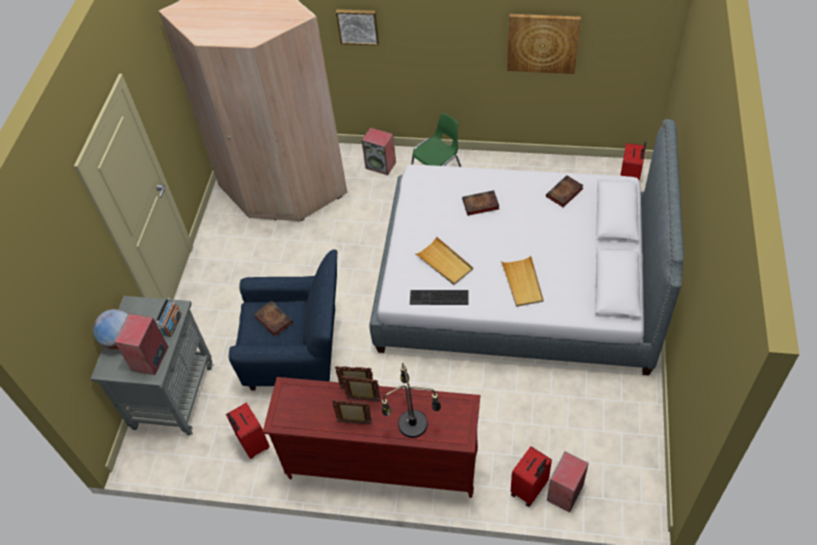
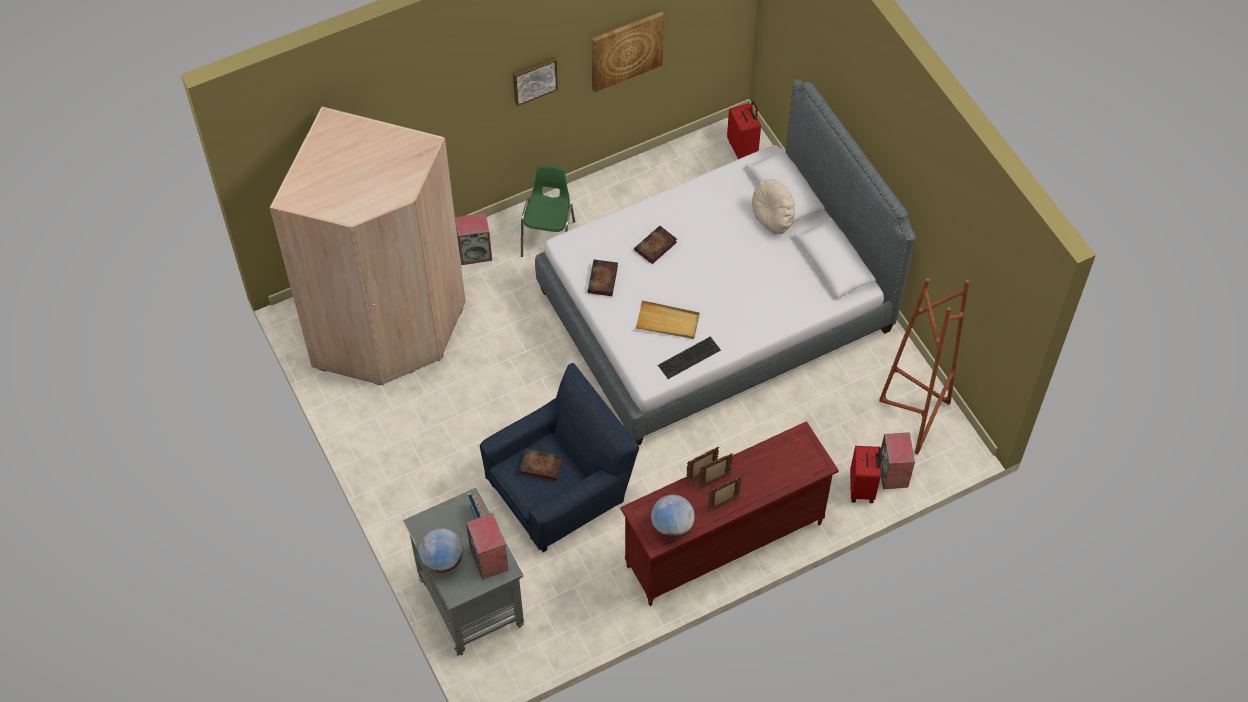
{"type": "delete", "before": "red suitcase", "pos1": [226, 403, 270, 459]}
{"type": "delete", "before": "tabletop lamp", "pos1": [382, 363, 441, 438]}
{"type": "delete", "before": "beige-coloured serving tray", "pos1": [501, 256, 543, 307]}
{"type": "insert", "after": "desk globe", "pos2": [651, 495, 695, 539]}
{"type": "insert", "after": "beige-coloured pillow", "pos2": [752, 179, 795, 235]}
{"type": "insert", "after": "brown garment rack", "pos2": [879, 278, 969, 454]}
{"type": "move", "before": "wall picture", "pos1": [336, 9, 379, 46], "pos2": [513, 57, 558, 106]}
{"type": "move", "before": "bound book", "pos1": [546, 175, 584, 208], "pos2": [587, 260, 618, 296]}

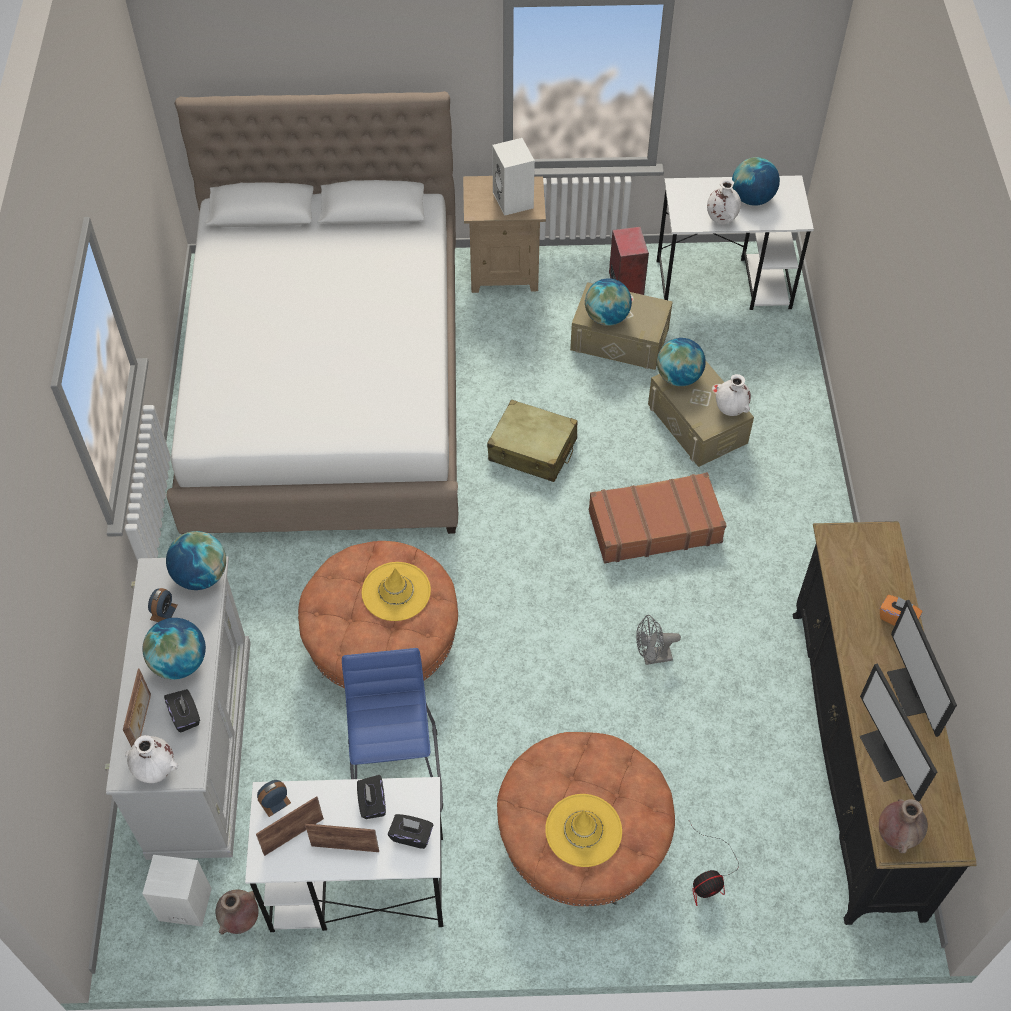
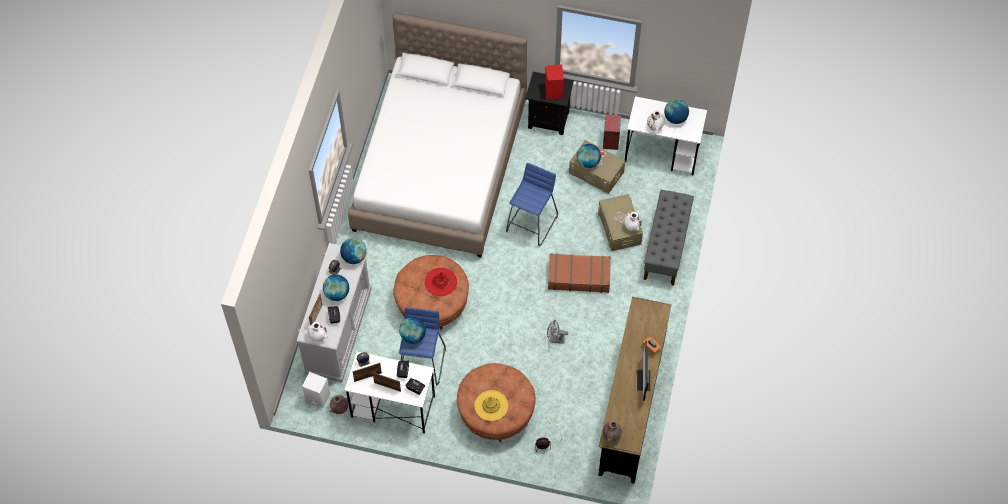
{"type": "delete", "before": "computer screen", "pos1": [860, 663, 937, 802]}
{"type": "insert", "after": "gray long seat", "pos2": [643, 190, 694, 286]}
{"type": "move", "before": "desk globe", "pos1": [657, 338, 706, 386], "pos2": [399, 317, 426, 344]}
{"type": "replace", "before": "beige-coloured suitcase", "after": "blue-coloured stool", "pos1": [487, 400, 578, 482], "pos2": [506, 163, 558, 246]}
{"type": "recolor", "before": "yellowish clothing hat", "after": "red clothing hat", "pos1": [362, 562, 431, 621], "pos2": [425, 268, 457, 296]}
{"type": "recolor", "before": "beige-coloured night table", "after": "black night table", "pos1": [463, 176, 546, 293], "pos2": [525, 72, 574, 135]}
{"type": "recolor", "before": "white speaker", "after": "red speaker", "pos1": [492, 138, 535, 216], "pos2": [545, 64, 564, 100]}

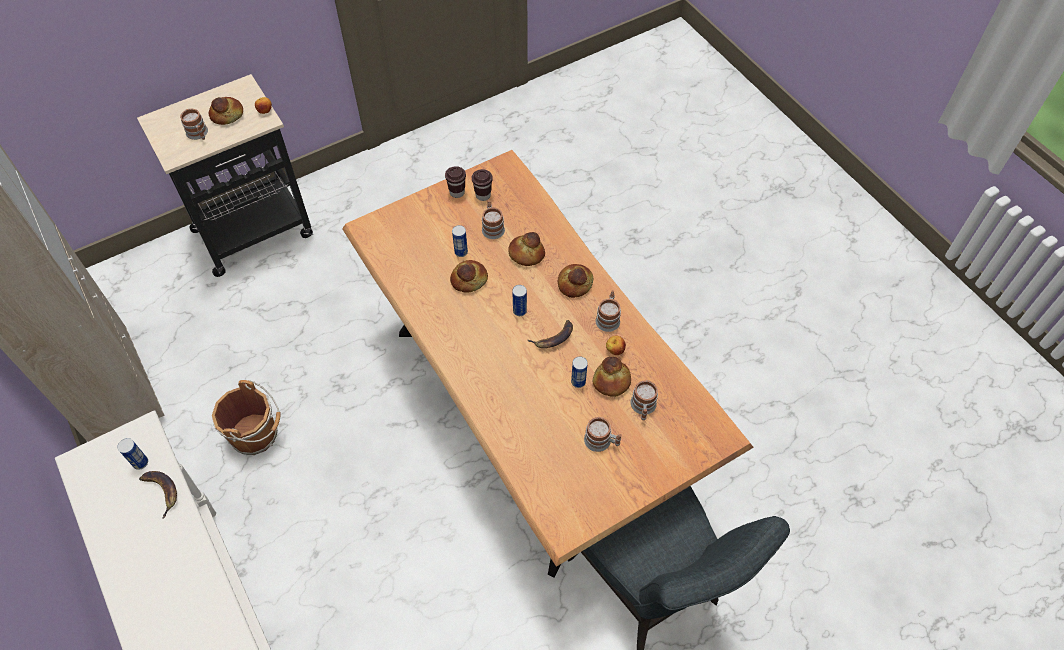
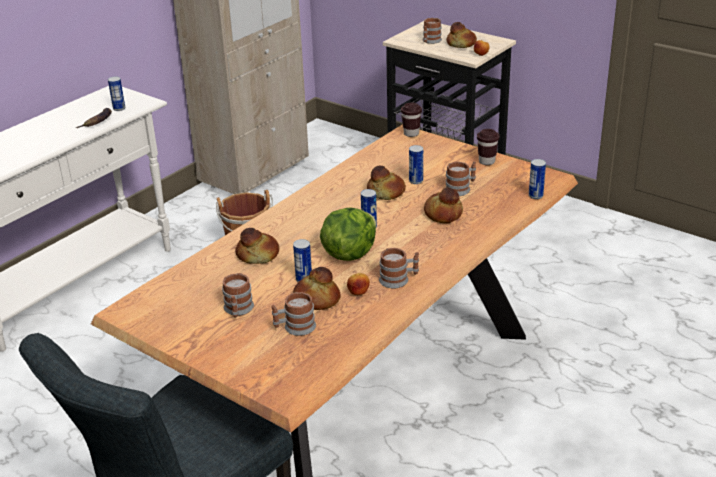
{"type": "insert", "after": "can", "pos2": [529, 159, 546, 199]}
{"type": "move", "before": "brown drinking cup", "pos1": [472, 169, 493, 201], "pos2": [401, 102, 422, 137]}
{"type": "move", "before": "bakery bread", "pos1": [558, 264, 593, 298], "pos2": [235, 228, 279, 264]}
{"type": "replace", "before": "whole banana", "after": "lettuce head", "pos1": [528, 320, 573, 348], "pos2": [320, 208, 376, 261]}

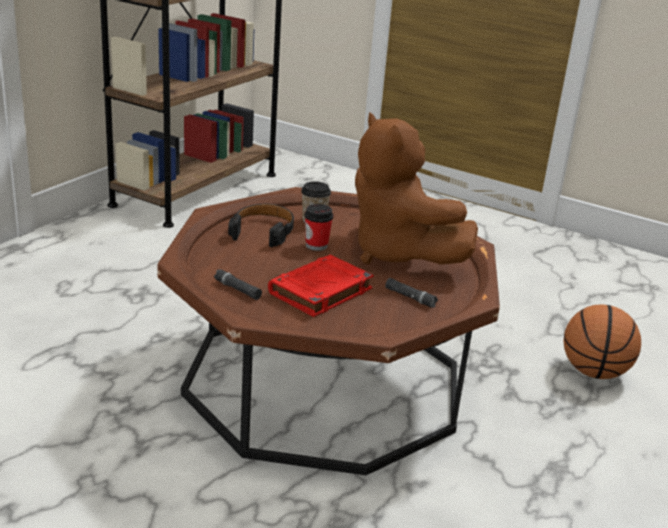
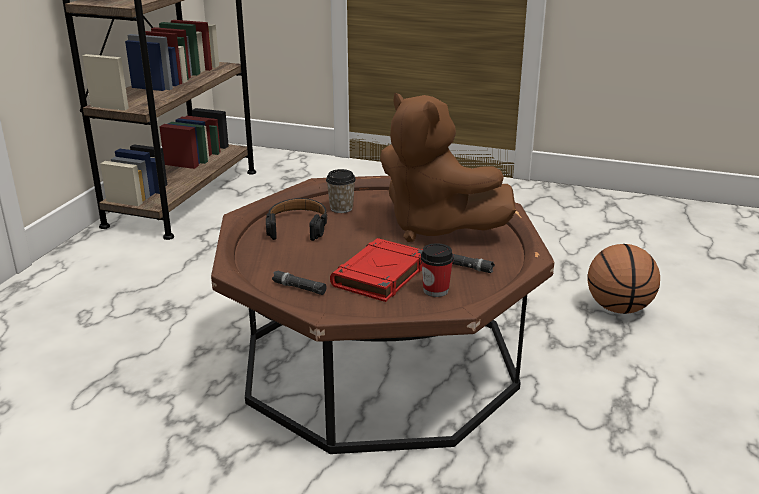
{"type": "move", "before": "drinking cup", "pos1": [304, 204, 333, 251], "pos2": [421, 243, 454, 297]}

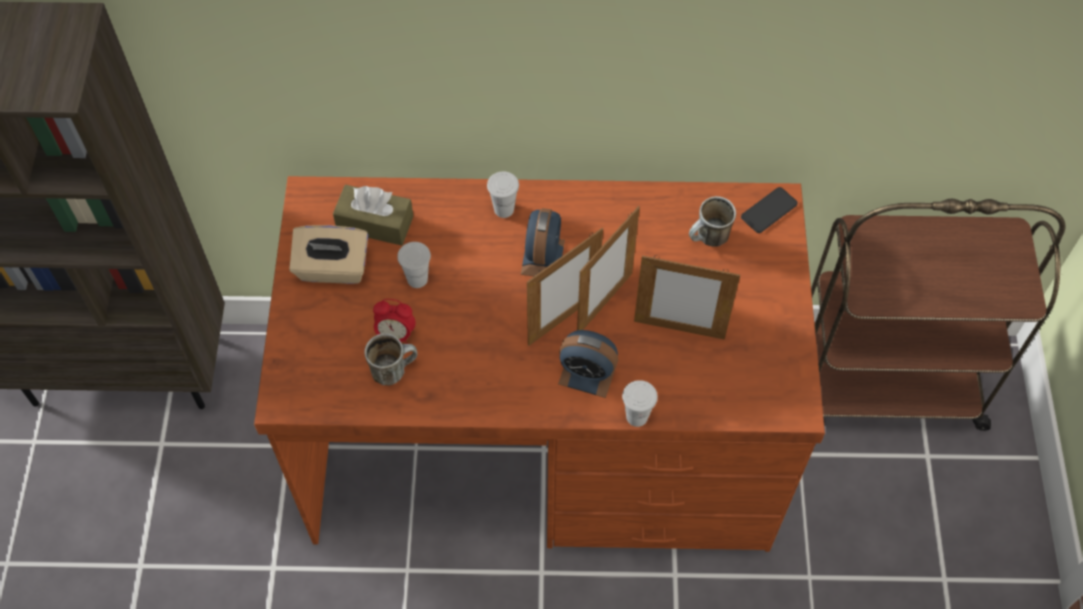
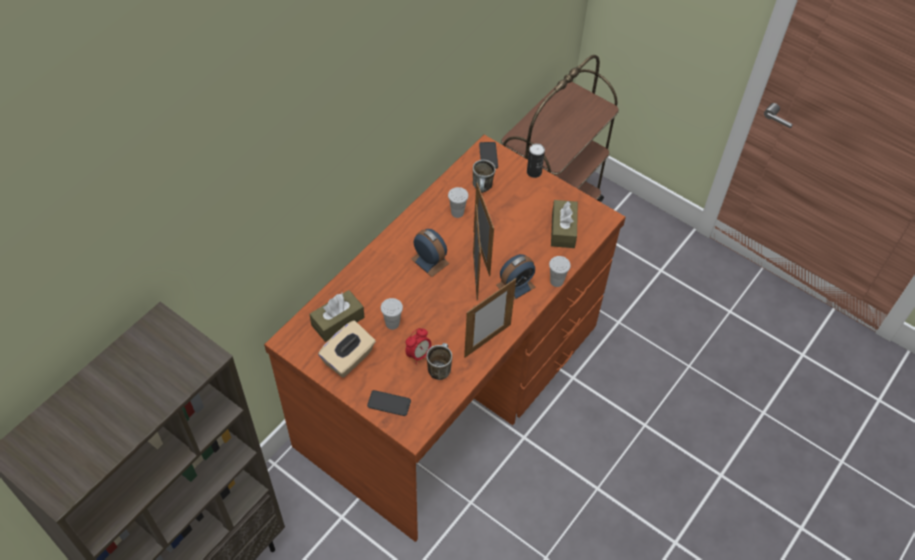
{"type": "insert", "after": "telephone", "pos2": [367, 390, 411, 416]}
{"type": "insert", "after": "can", "pos2": [527, 143, 545, 178]}
{"type": "insert", "after": "brown tissue box", "pos2": [551, 200, 578, 248]}
{"type": "move", "before": "white drinking cup", "pos1": [487, 172, 519, 218], "pos2": [448, 187, 468, 218]}
{"type": "move", "before": "picture frame", "pos1": [634, 255, 740, 340], "pos2": [464, 278, 516, 358]}

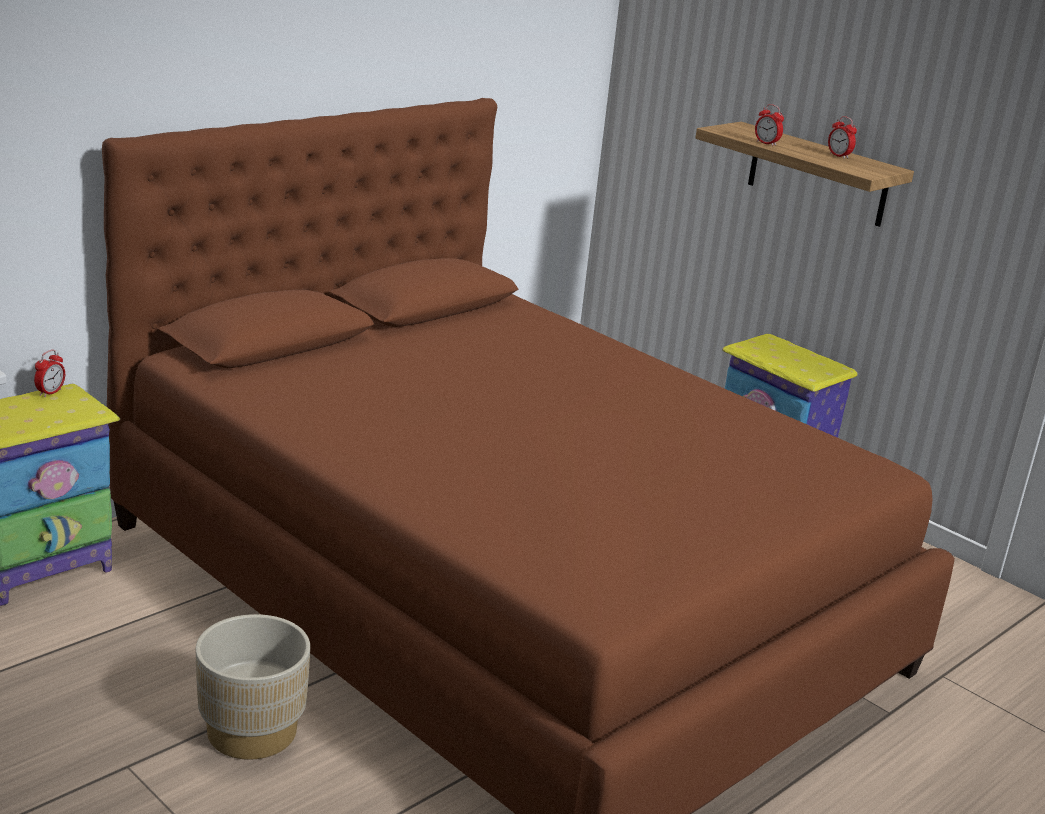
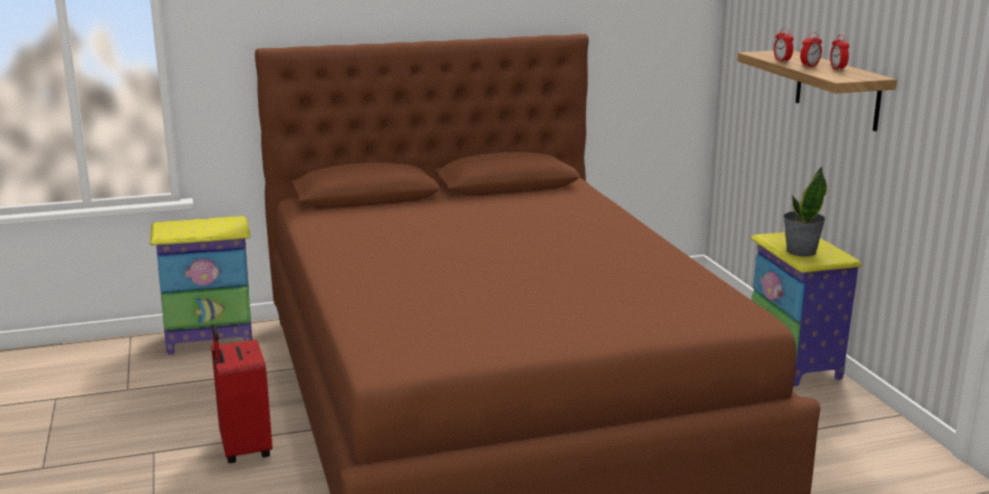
{"type": "insert", "after": "potted plant", "pos2": [783, 166, 827, 257]}
{"type": "move", "before": "alarm clock", "pos1": [34, 350, 65, 397], "pos2": [800, 32, 822, 68]}
{"type": "replace", "before": "beige-coloured planter", "after": "red suitcase", "pos1": [196, 614, 310, 760], "pos2": [211, 324, 272, 463]}

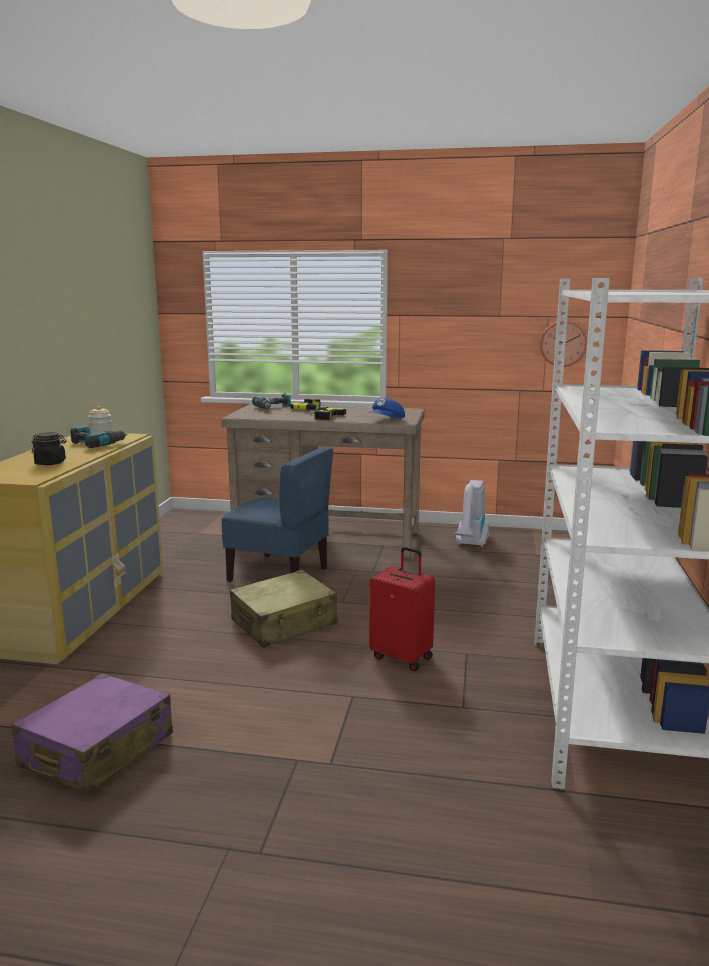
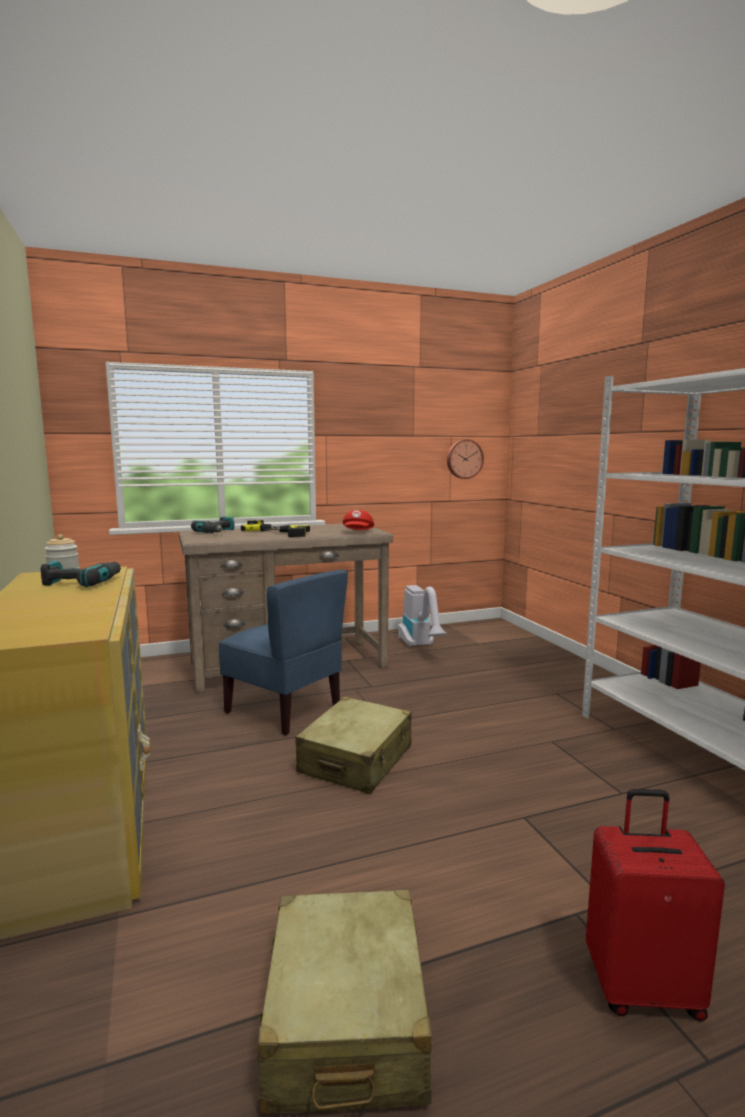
{"type": "delete", "before": "black jar", "pos1": [31, 432, 66, 465]}
{"type": "move", "before": "red suitcase", "pos1": [369, 547, 435, 671], "pos2": [586, 789, 725, 1021]}
{"type": "recolor", "before": "purplish suitcase", "after": "beige-coloured suitcase", "pos1": [12, 673, 173, 796], "pos2": [257, 889, 432, 1114]}
{"type": "recolor", "before": "blue-coloured peaked cap", "after": "red peaked cap", "pos1": [368, 398, 405, 418], "pos2": [343, 510, 374, 530]}
{"type": "rotate", "before": "blue-coloured chair", "pos1": [221, 447, 333, 582], "pos2": [218, 570, 348, 736], "turn": 45}

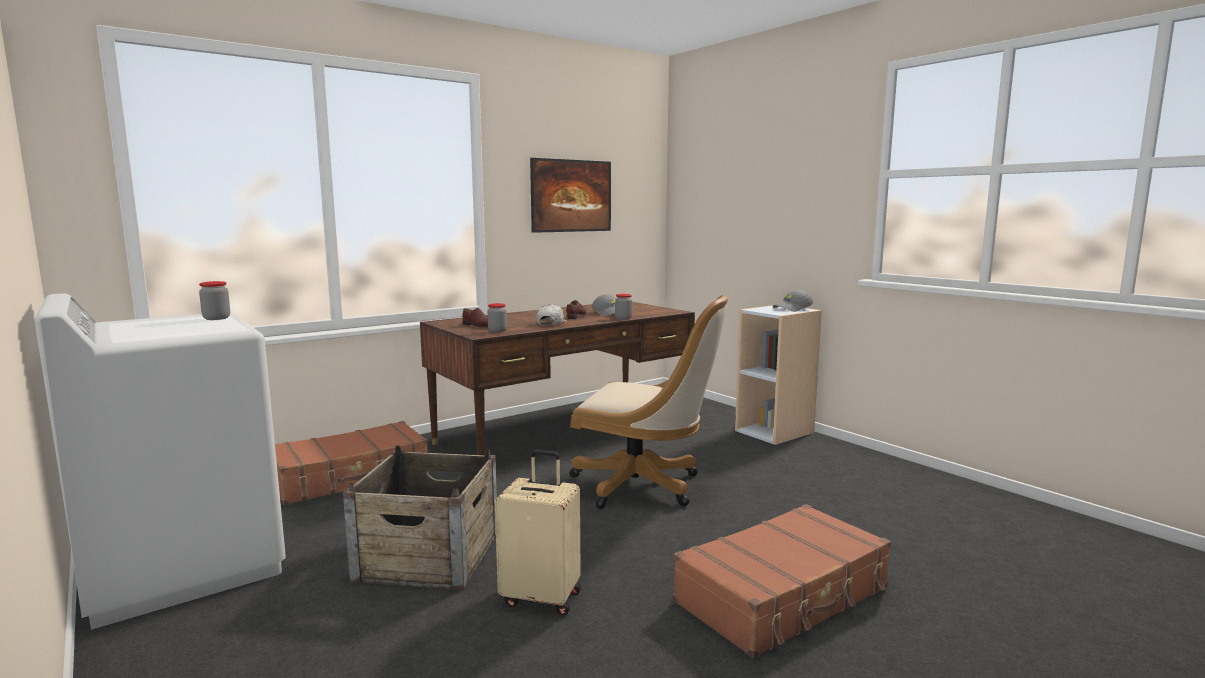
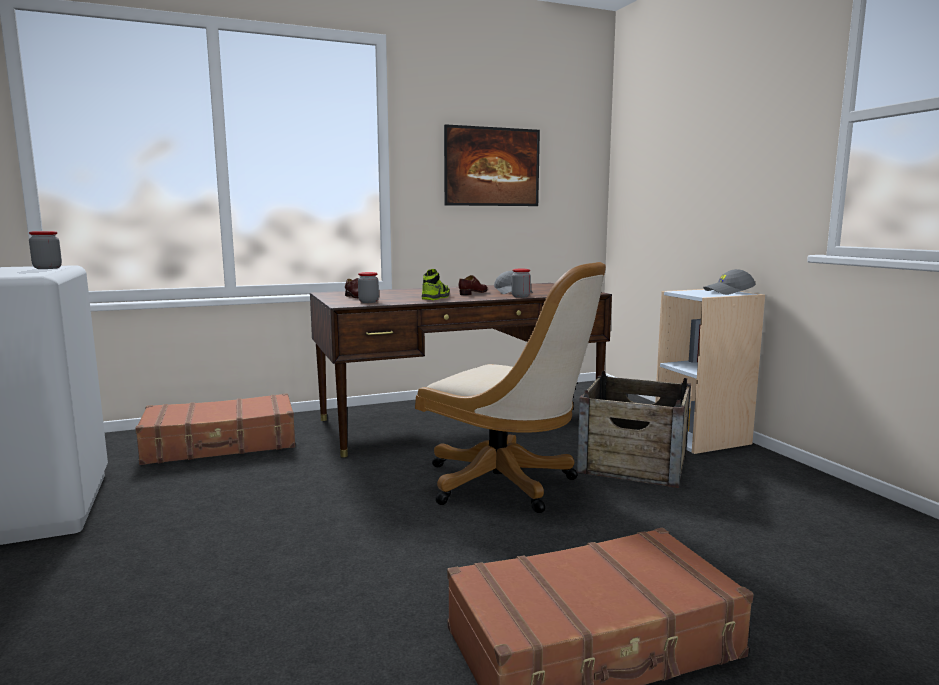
{"type": "delete", "before": "beige-coloured suitcase", "pos1": [495, 450, 581, 615]}
{"type": "move", "before": "shipping crate", "pos1": [343, 445, 497, 590], "pos2": [577, 371, 691, 488]}
{"type": "replace", "before": "white peaked cap", "after": "item of footwear", "pos1": [536, 304, 567, 325], "pos2": [422, 269, 450, 300]}

